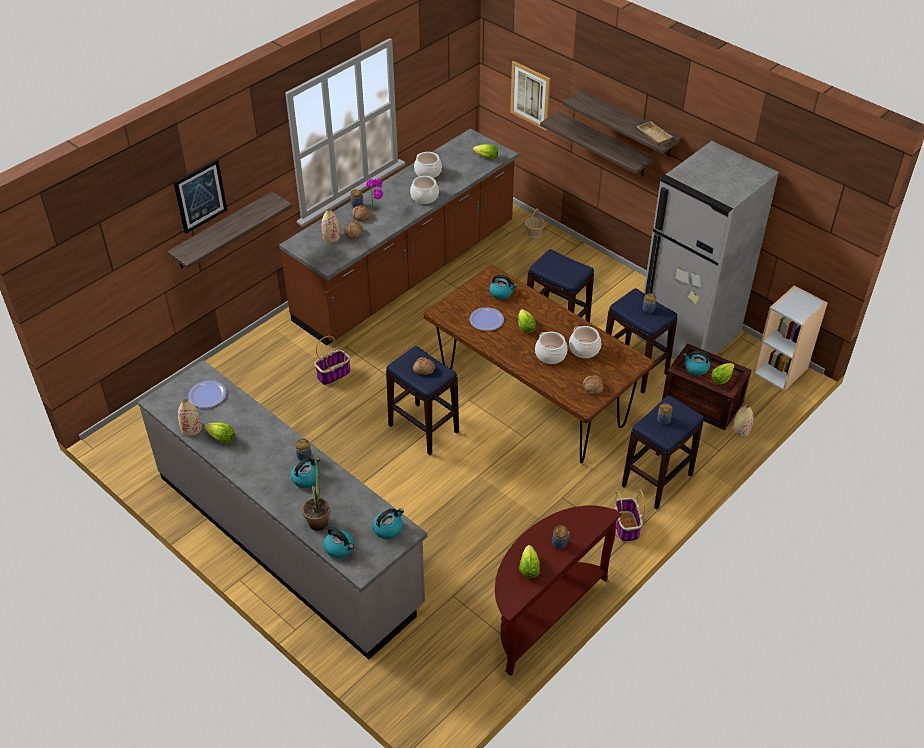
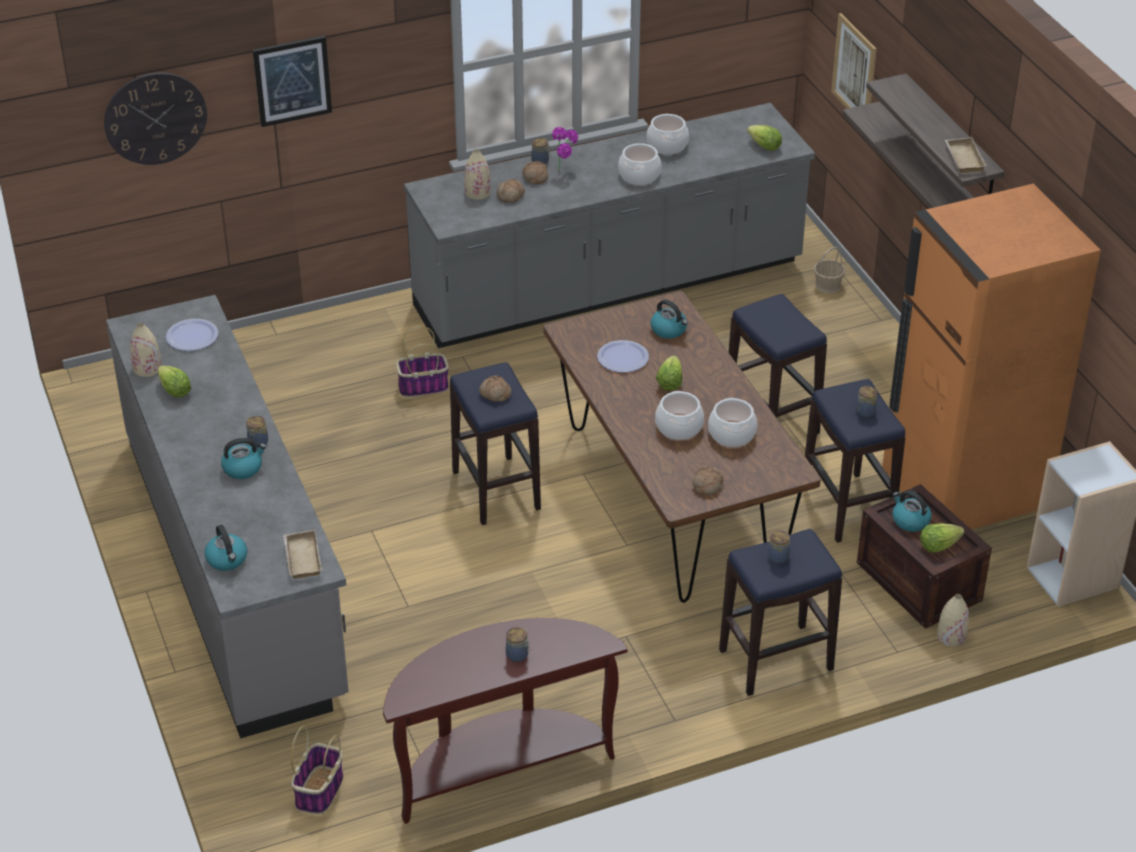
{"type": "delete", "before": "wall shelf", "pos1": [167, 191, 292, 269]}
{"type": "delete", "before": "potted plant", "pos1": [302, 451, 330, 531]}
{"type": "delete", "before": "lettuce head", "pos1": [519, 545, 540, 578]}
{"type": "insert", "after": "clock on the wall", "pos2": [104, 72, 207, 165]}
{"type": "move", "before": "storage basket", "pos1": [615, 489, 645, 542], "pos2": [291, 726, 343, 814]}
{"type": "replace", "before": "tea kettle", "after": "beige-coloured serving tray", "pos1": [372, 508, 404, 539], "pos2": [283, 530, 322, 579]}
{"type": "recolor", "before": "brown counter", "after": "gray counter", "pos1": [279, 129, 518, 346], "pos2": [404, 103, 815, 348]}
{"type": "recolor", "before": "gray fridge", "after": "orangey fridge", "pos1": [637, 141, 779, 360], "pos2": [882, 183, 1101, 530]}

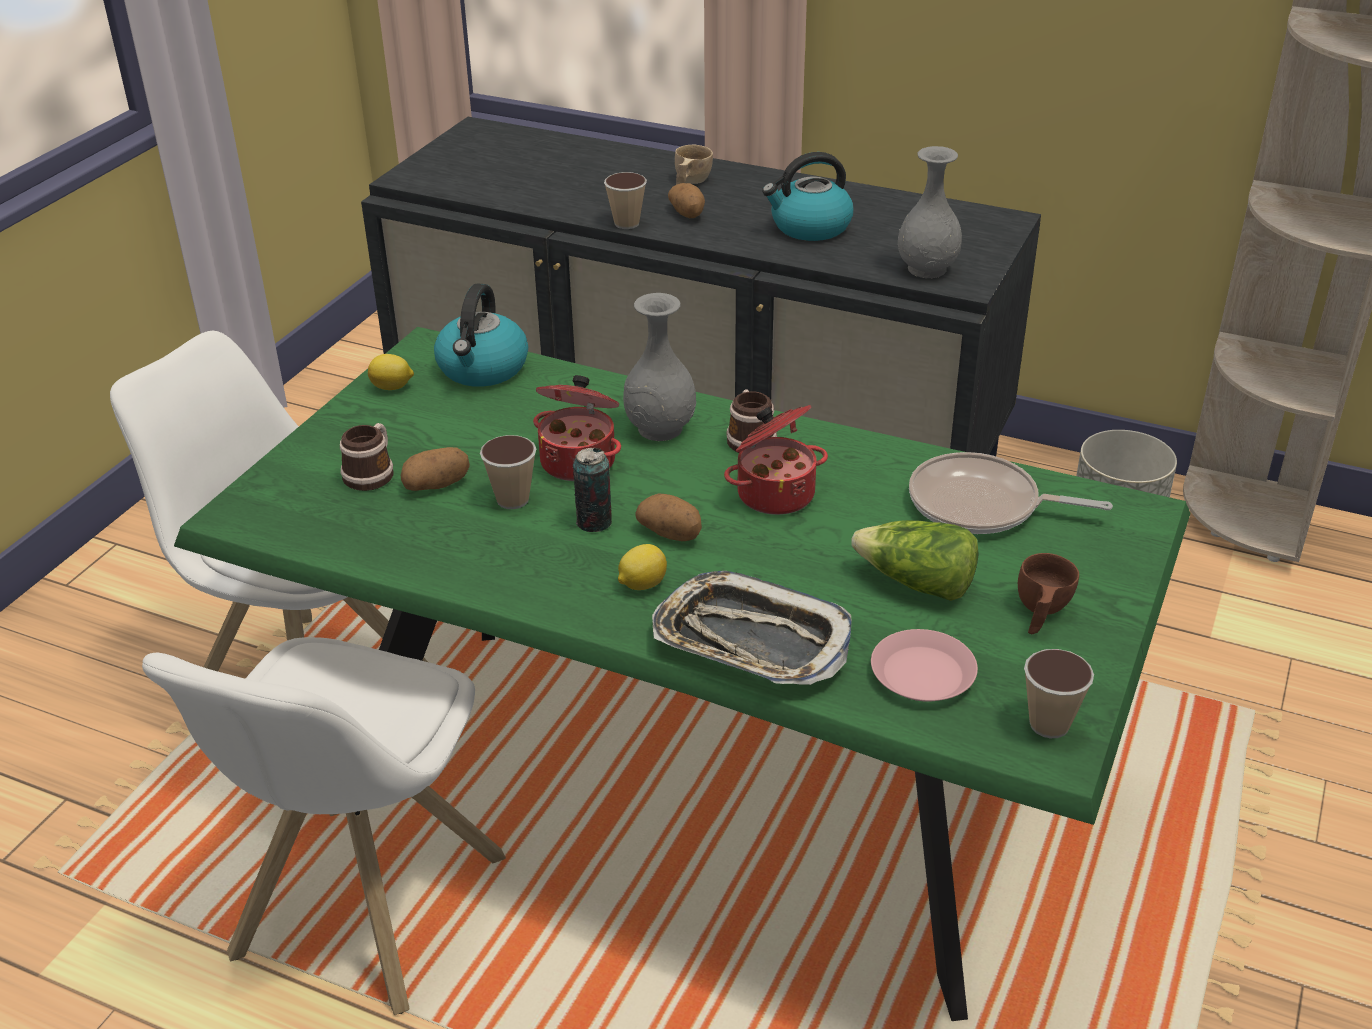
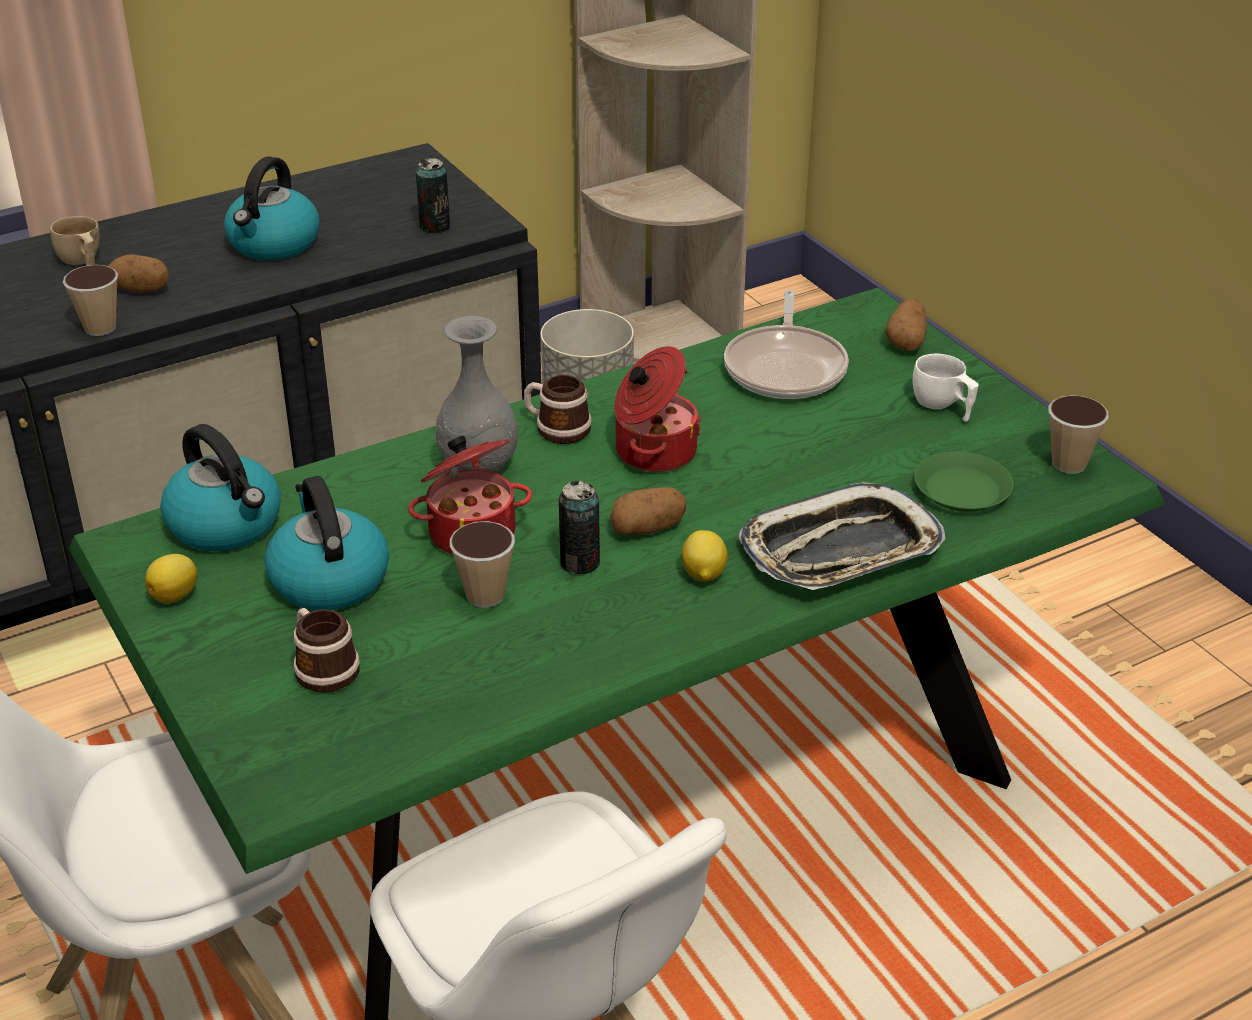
{"type": "delete", "before": "lettuce head", "pos1": [852, 520, 978, 601]}
{"type": "insert", "after": "tea kettle", "pos2": [265, 476, 389, 610]}
{"type": "move", "before": "potato", "pos1": [401, 447, 470, 491], "pos2": [886, 299, 927, 351]}
{"type": "replace", "before": "gray flower vase", "after": "can", "pos1": [898, 146, 962, 278], "pos2": [416, 158, 450, 234]}
{"type": "recolor", "before": "pink flat dish", "after": "green flat dish", "pos1": [871, 629, 978, 702], "pos2": [914, 452, 1014, 512]}
{"type": "recolor", "before": "brown drinking cup", "after": "white drinking cup", "pos1": [1018, 553, 1079, 634], "pos2": [913, 354, 979, 422]}
{"type": "rotate", "before": "frying pan", "pos1": [909, 452, 1113, 534], "pos2": [724, 290, 849, 399], "turn": -45}

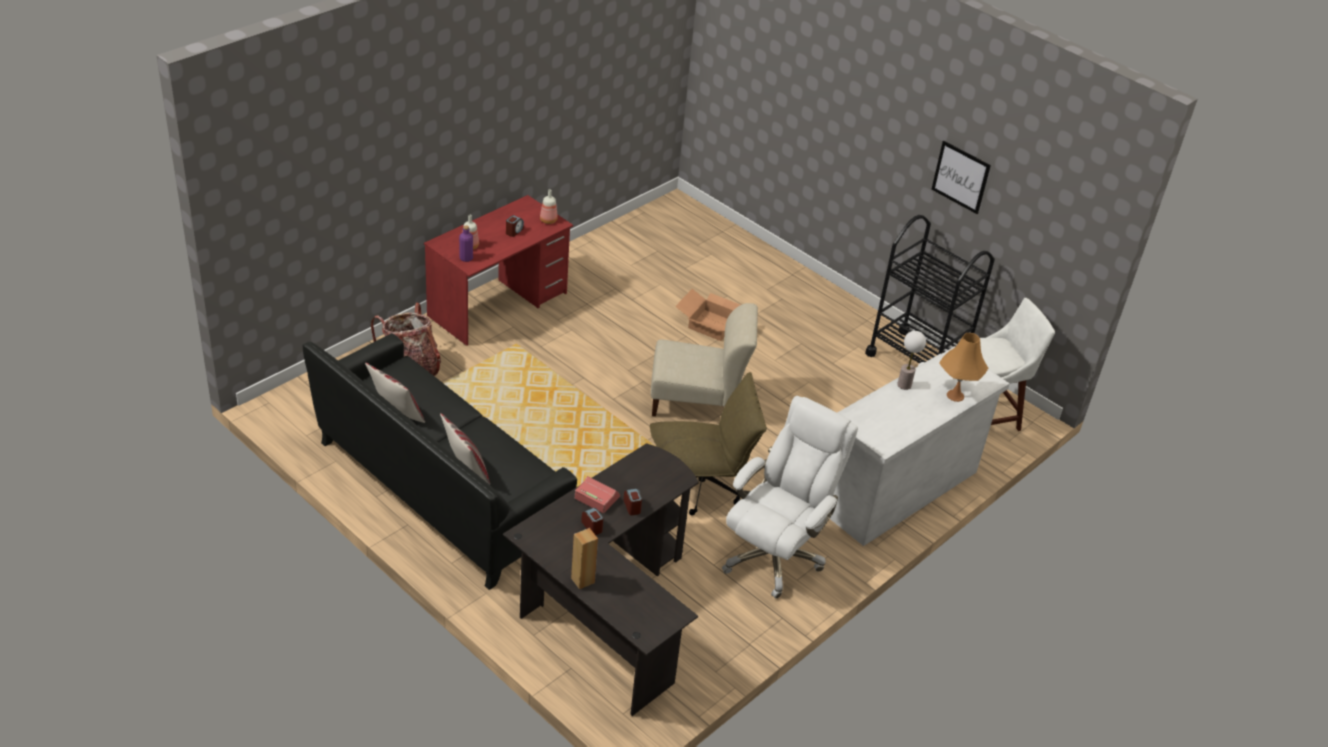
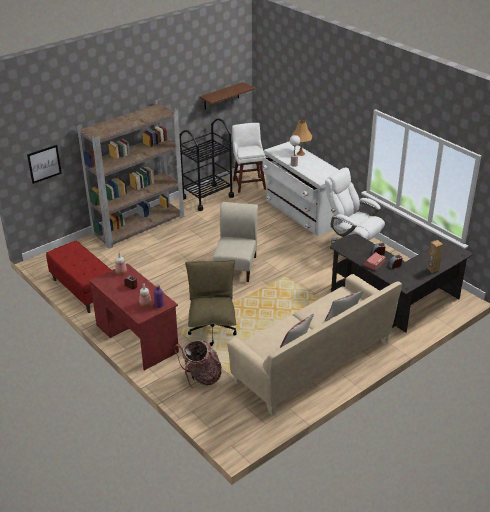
{"type": "delete", "before": "cardboard box", "pos1": [675, 289, 740, 341]}
{"type": "insert", "after": "red long seat", "pos2": [46, 241, 111, 313]}
{"type": "insert", "after": "brown bookshelf", "pos2": [77, 99, 184, 249]}
{"type": "insert", "after": "brown wall shelf", "pos2": [200, 82, 255, 109]}
{"type": "move", "before": "beige-coloured desk chair", "pos1": [650, 372, 767, 515], "pos2": [185, 260, 237, 346]}
{"type": "move", "before": "wall picture", "pos1": [932, 141, 991, 214], "pos2": [27, 145, 62, 184]}
{"type": "recolor", "before": "black settee", "after": "beige-coloured settee", "pos1": [303, 333, 577, 590], "pos2": [227, 274, 402, 416]}

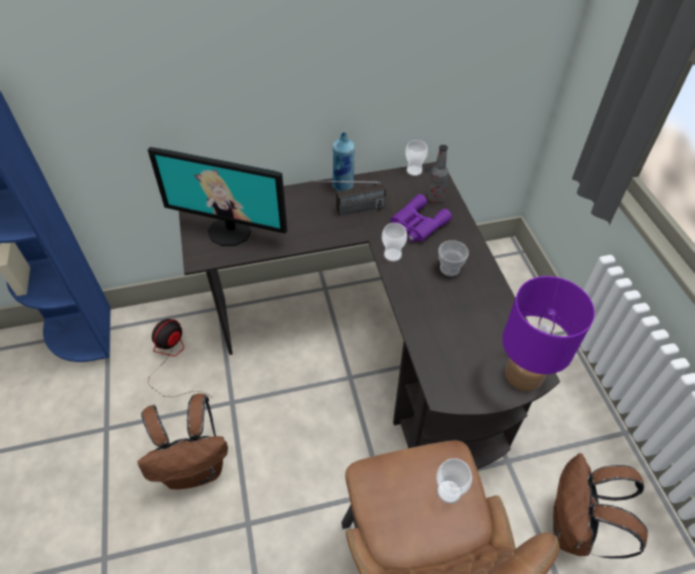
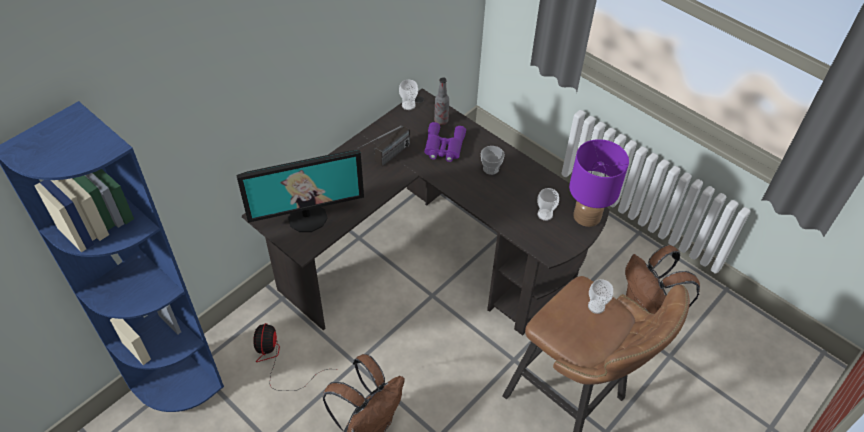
{"type": "delete", "before": "blue-coloured bottle", "pos1": [332, 132, 355, 191]}
{"type": "move", "before": "drinking cup", "pos1": [382, 223, 407, 262], "pos2": [537, 188, 559, 221]}

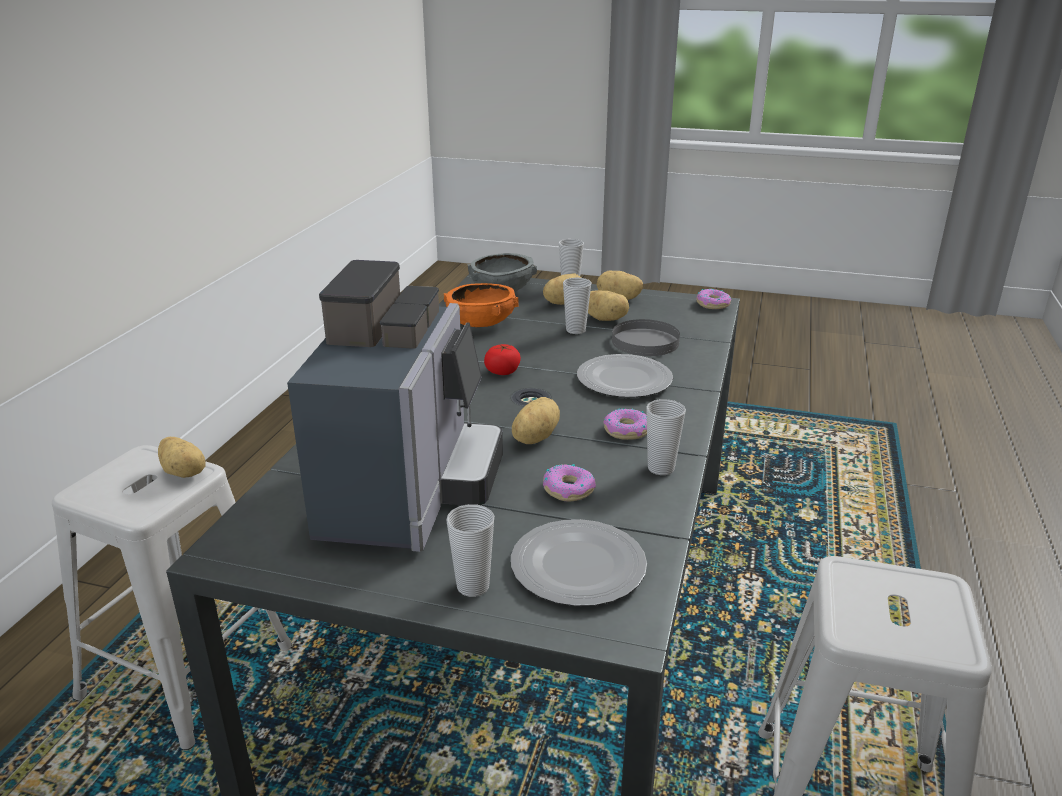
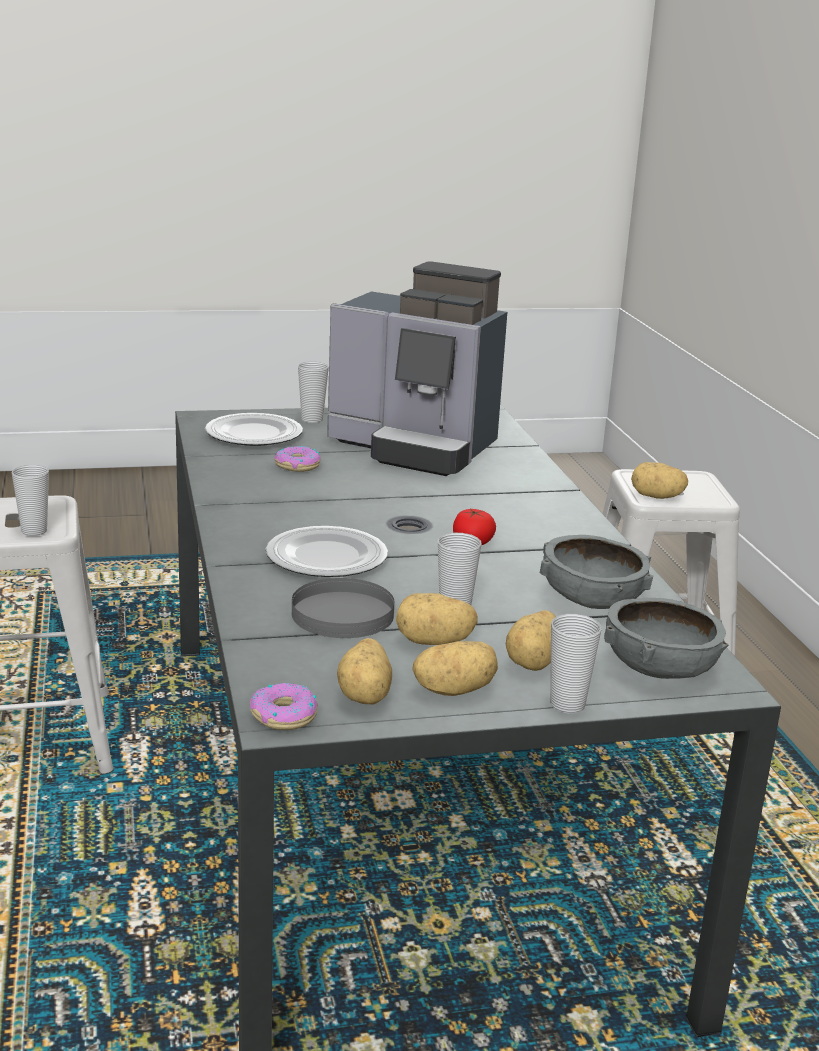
{"type": "delete", "before": "ring doughnut", "pos1": [603, 408, 647, 440]}
{"type": "move", "before": "potato", "pos1": [512, 397, 560, 444], "pos2": [337, 638, 392, 705]}
{"type": "move", "before": "drinking cup", "pos1": [646, 399, 686, 475], "pos2": [11, 465, 49, 536]}
{"type": "recolor", "before": "orangey deep dish", "after": "gray deep dish", "pos1": [444, 283, 518, 327], "pos2": [540, 535, 653, 609]}
{"type": "rotate", "before": "coffee machine", "pos1": [287, 260, 503, 552], "pos2": [327, 261, 507, 476], "turn": -45}

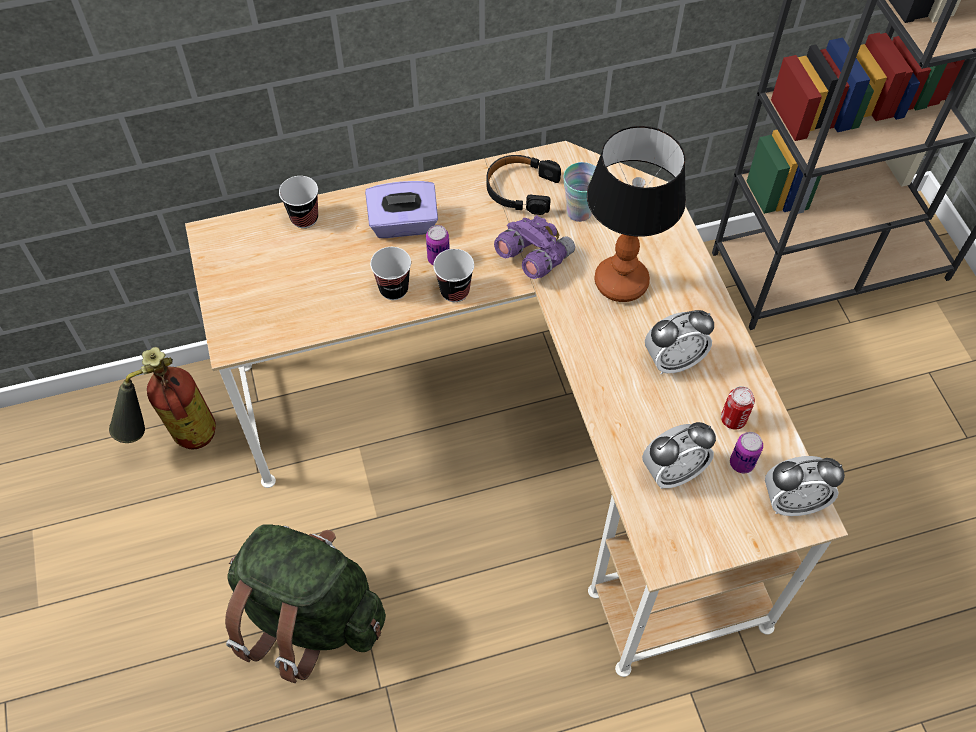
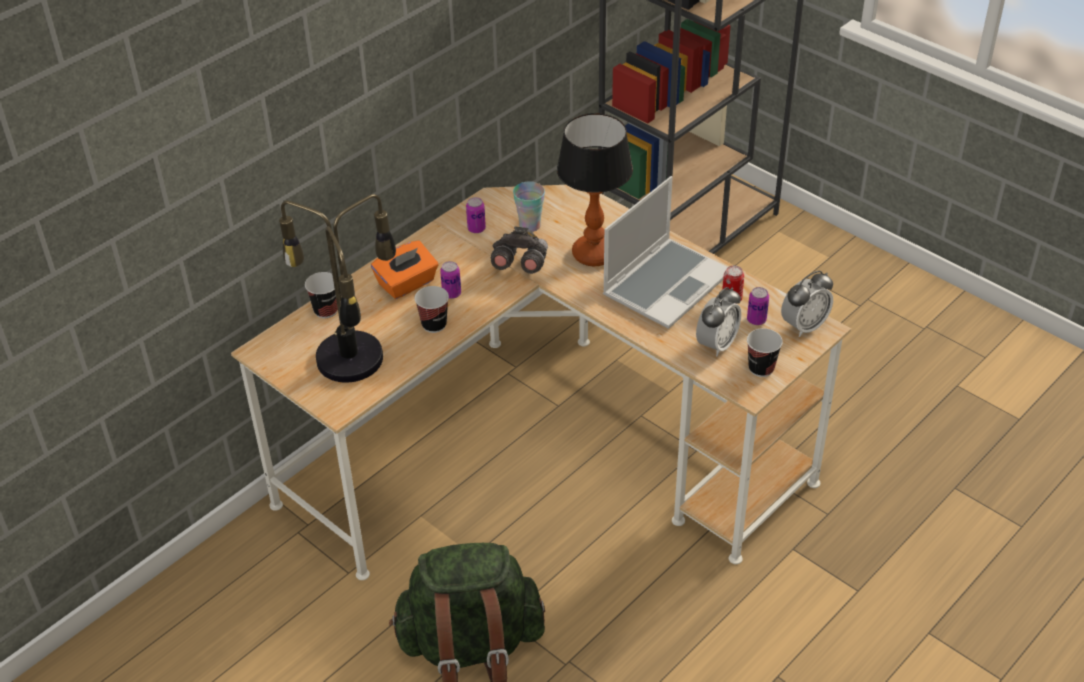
{"type": "delete", "before": "extinguisher", "pos1": [109, 347, 216, 449]}
{"type": "insert", "after": "tabletop lamp", "pos2": [279, 194, 396, 383]}
{"type": "move", "before": "drinking cup", "pos1": [433, 249, 474, 302], "pos2": [747, 328, 783, 377]}
{"type": "replace", "before": "black pair of headphones", "after": "can", "pos1": [487, 155, 561, 215], "pos2": [466, 197, 486, 233]}
{"type": "replace", "before": "alarm clock", "after": "portable computer", "pos1": [645, 310, 714, 375], "pos2": [603, 176, 728, 329]}
{"type": "recolor", "before": "purplish tissue box", "after": "orangey tissue box", "pos1": [365, 181, 438, 238], "pos2": [371, 241, 438, 299]}
{"type": "recolor", "before": "purplish binoculars", "after": "gray binoculars", "pos1": [494, 215, 575, 279], "pos2": [491, 226, 548, 274]}

